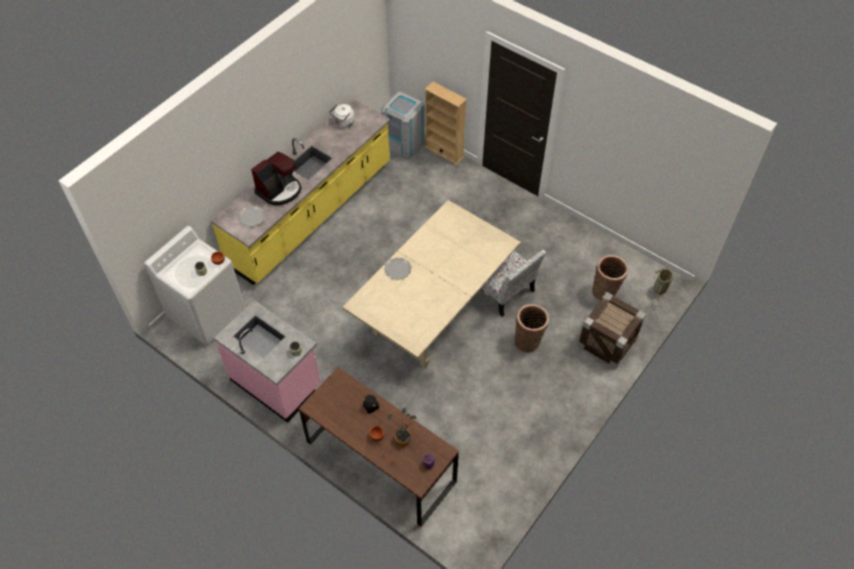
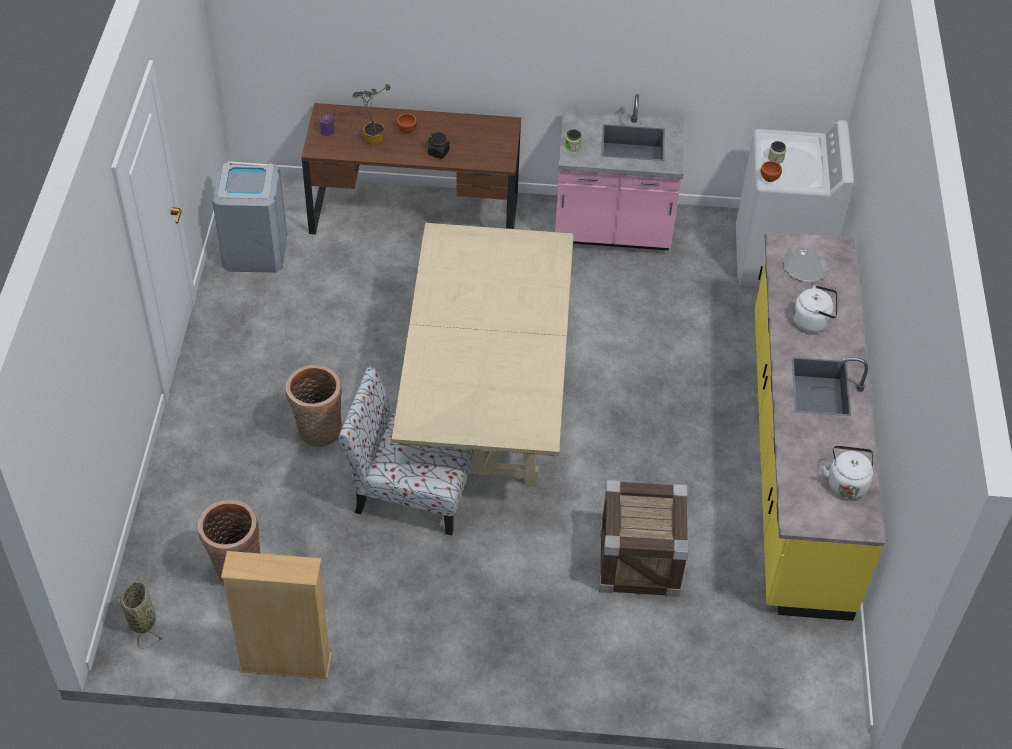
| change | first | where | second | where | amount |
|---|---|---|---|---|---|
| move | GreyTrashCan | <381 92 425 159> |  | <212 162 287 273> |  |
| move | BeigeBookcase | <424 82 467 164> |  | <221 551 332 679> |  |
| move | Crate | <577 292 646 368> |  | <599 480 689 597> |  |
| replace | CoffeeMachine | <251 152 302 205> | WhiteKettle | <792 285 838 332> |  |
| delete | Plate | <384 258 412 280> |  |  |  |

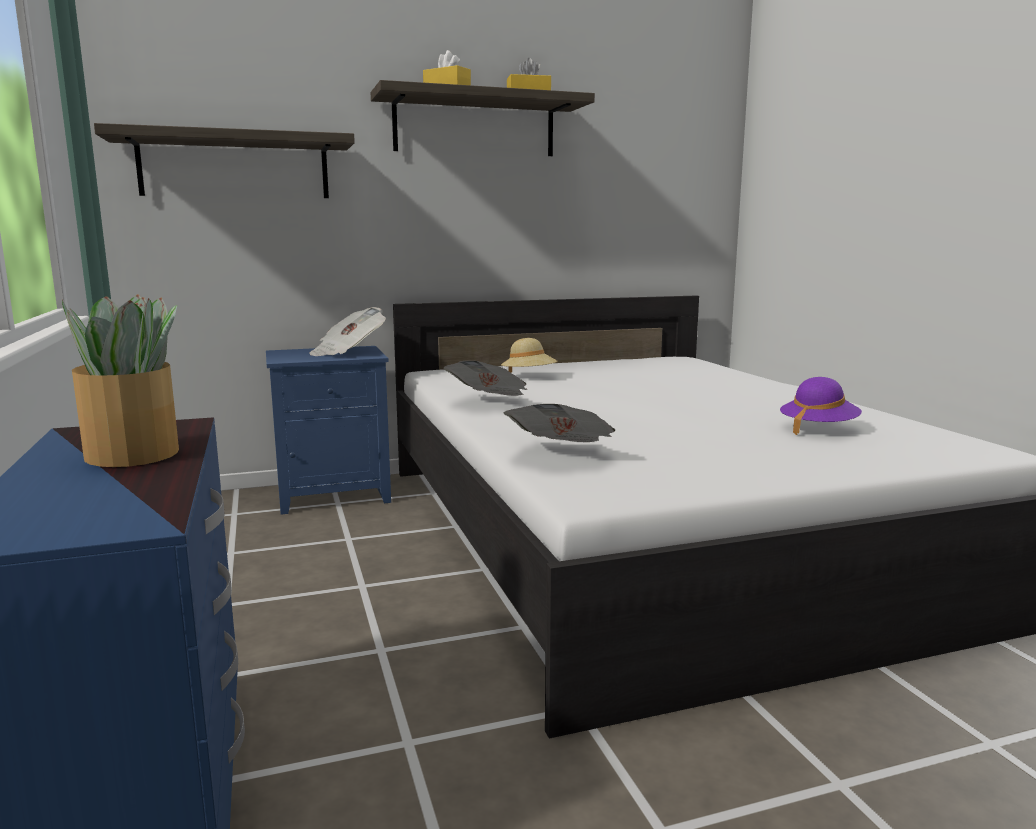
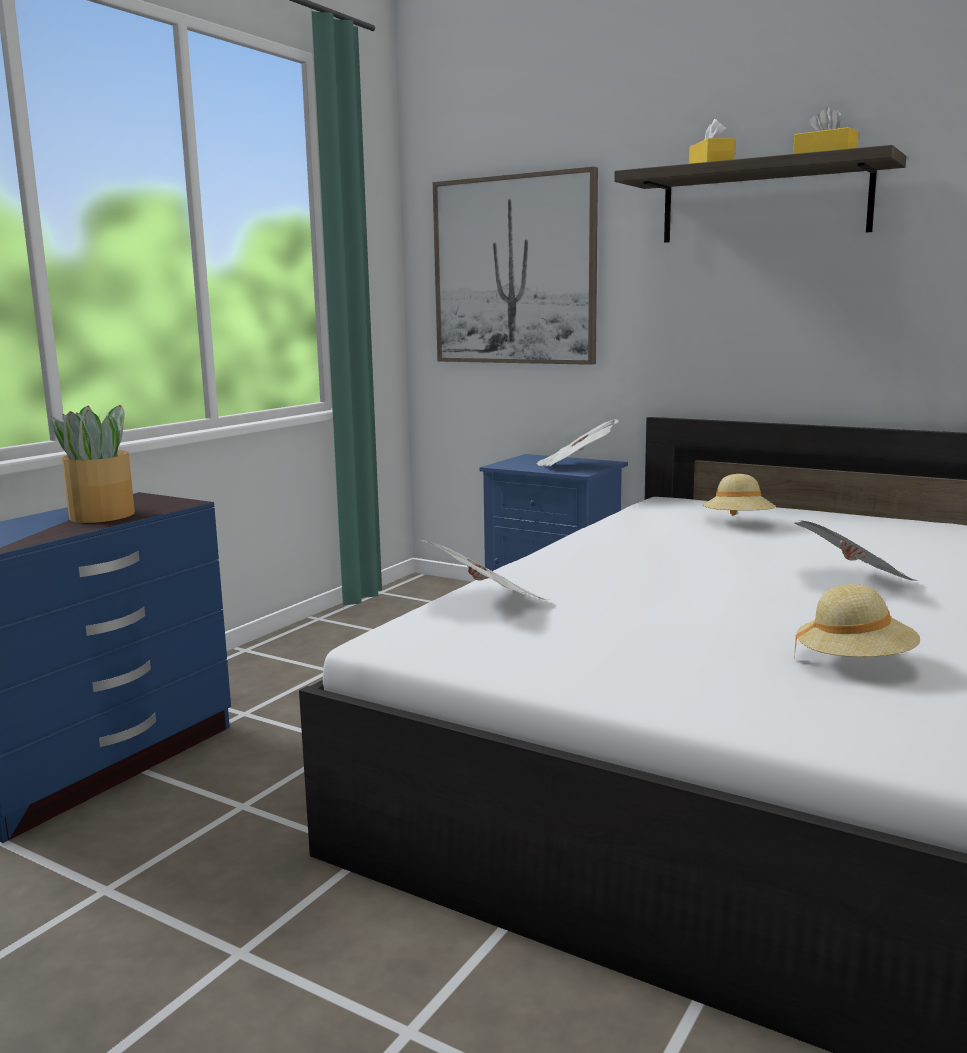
| change | first | where | second | where | amount |
|---|---|---|---|---|---|
| replace | Shelf | <94 123 355 198> | Picture | <433 167 598 365> |  |
| recolor | PurpleHat | <780 377 862 435> | BeigeHat | <794 584 920 657> |  |
| move | Newspaper | <444 360 527 396> |  | <795 520 918 581> |  |

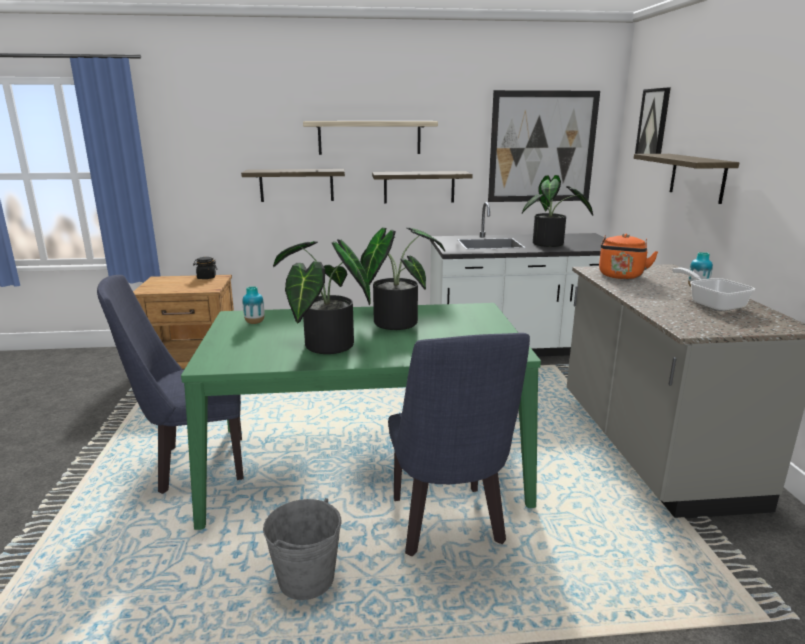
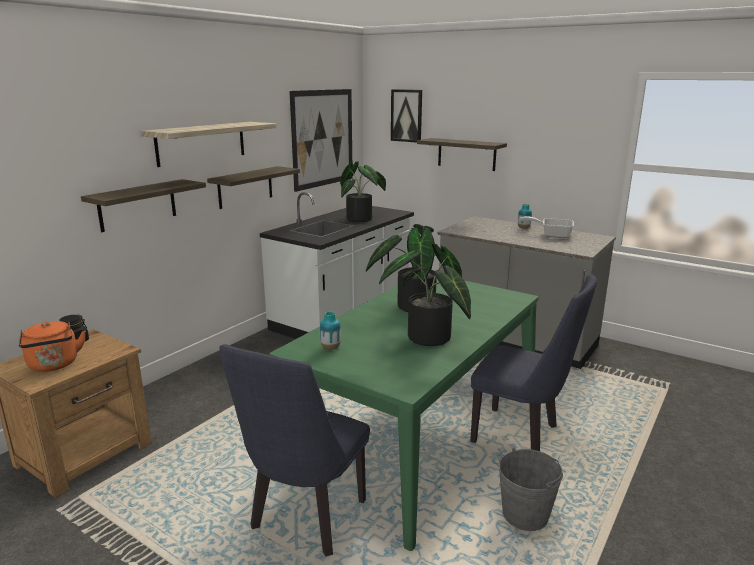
| change | first | where | second | where | amount |
|---|---|---|---|---|---|
| move | OrangeKettle | <599 234 659 279> |  | <19 321 86 372> |  |

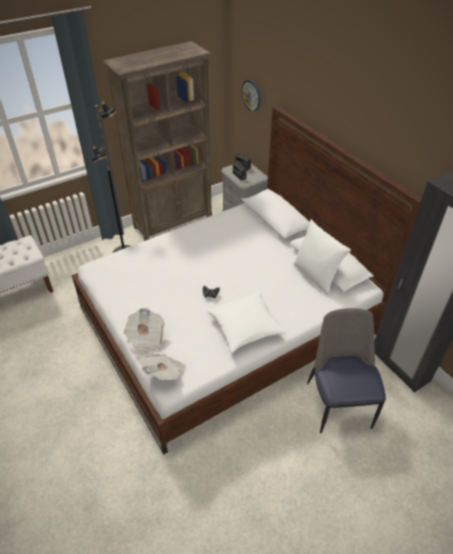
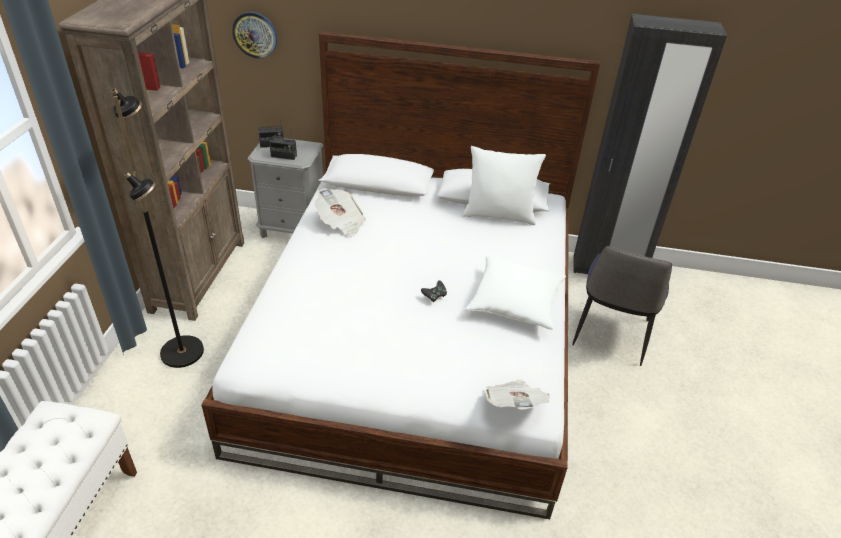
| change | first | where | second | where | amount |
|---|---|---|---|---|---|
| move | Newspaper | <124 308 165 357> |  | <314 188 366 236> |  |
| rotate | Chair | <307 308 386 433> |  | <572 246 672 366> | 105 degrees counterclockwise |

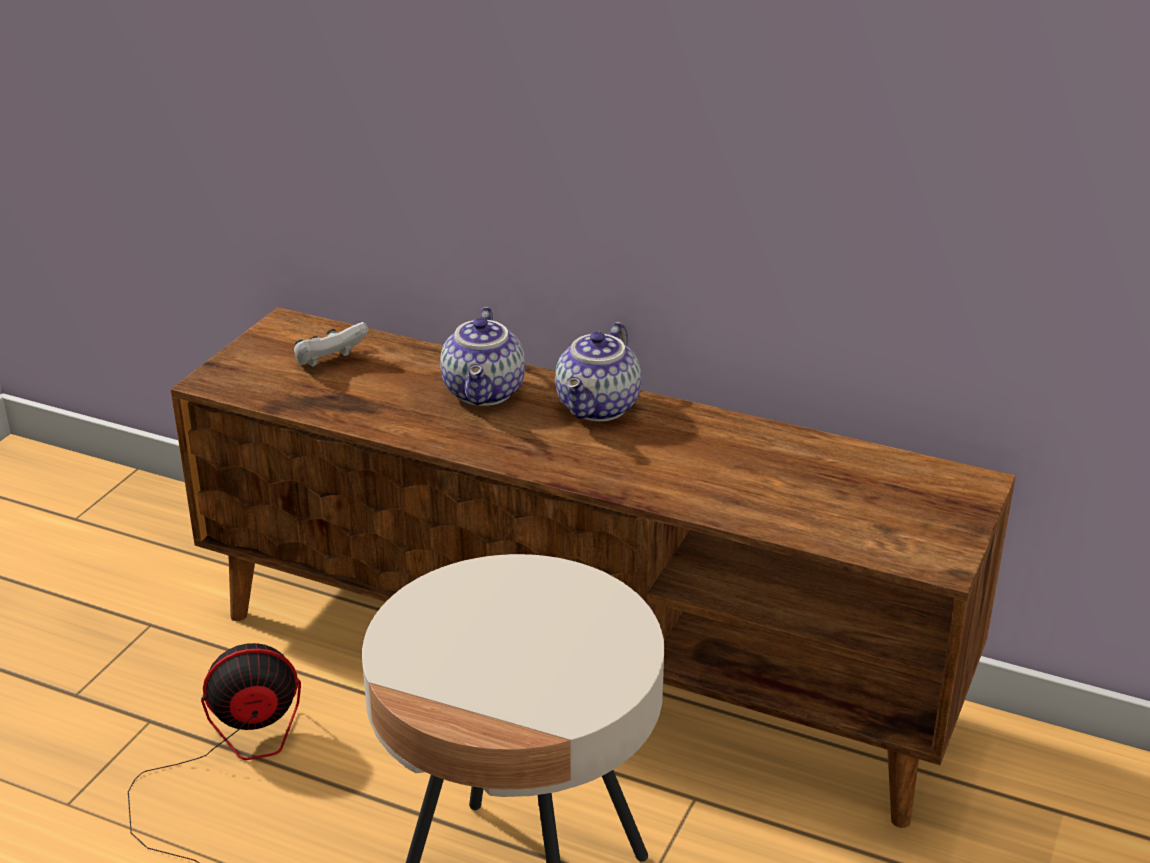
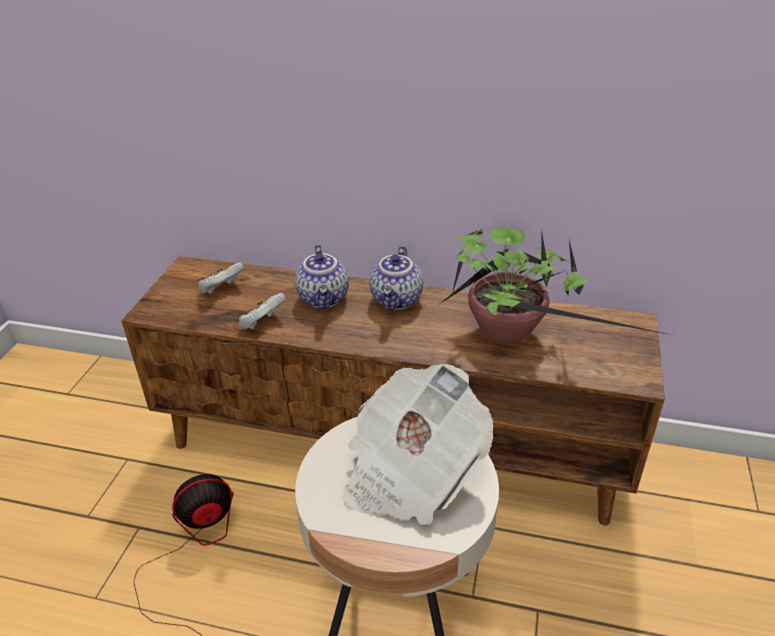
| change | first | where | second | where | amount |
|---|---|---|---|---|---|
| insert |  |  | WhiteGameController | <238 293 286 329> |  |
| insert |  |  | Newspaper | <343 364 493 525> |  |
| insert |  |  | PottedPlant | <441 228 671 343> |  |

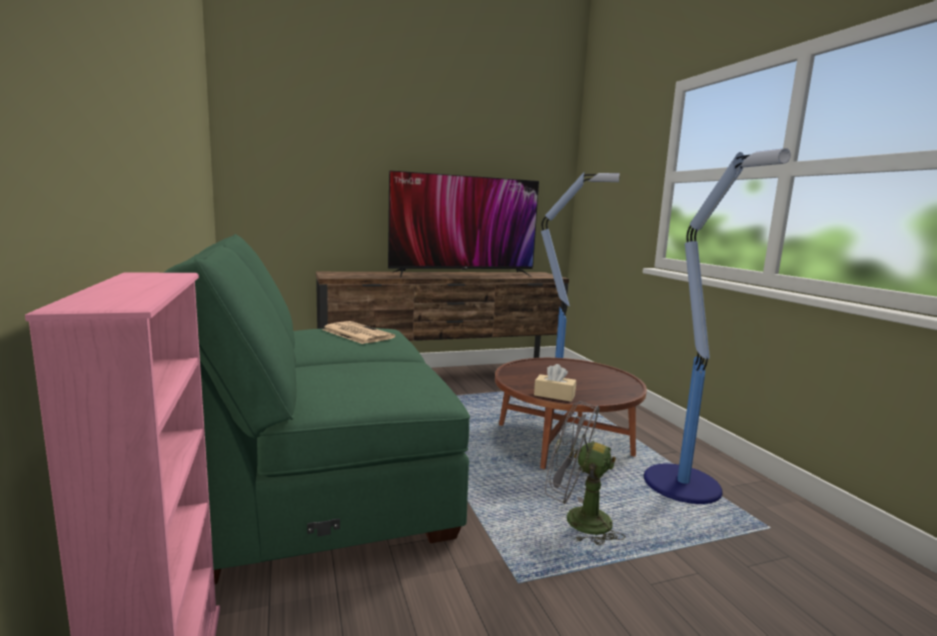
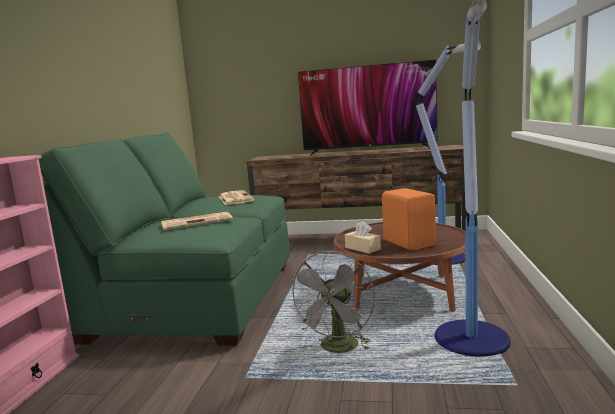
| change | first | where | second | where | amount |
|---|---|---|---|---|---|
| insert |  |  | Newspaper | <161 212 233 230> |  |
| rotate | GreyFan | <545 401 625 546> |  | <289 250 375 353> | 120 degrees counterclockwise |
| insert |  |  | OrangeSpeaker | <382 188 436 250> |  |

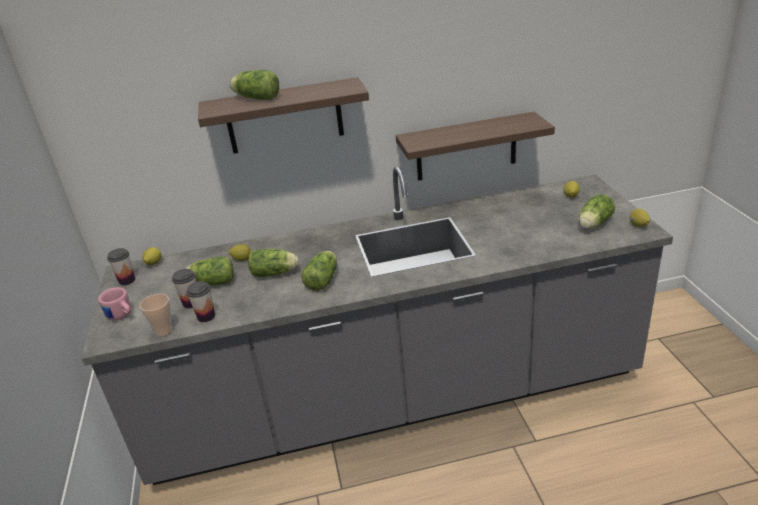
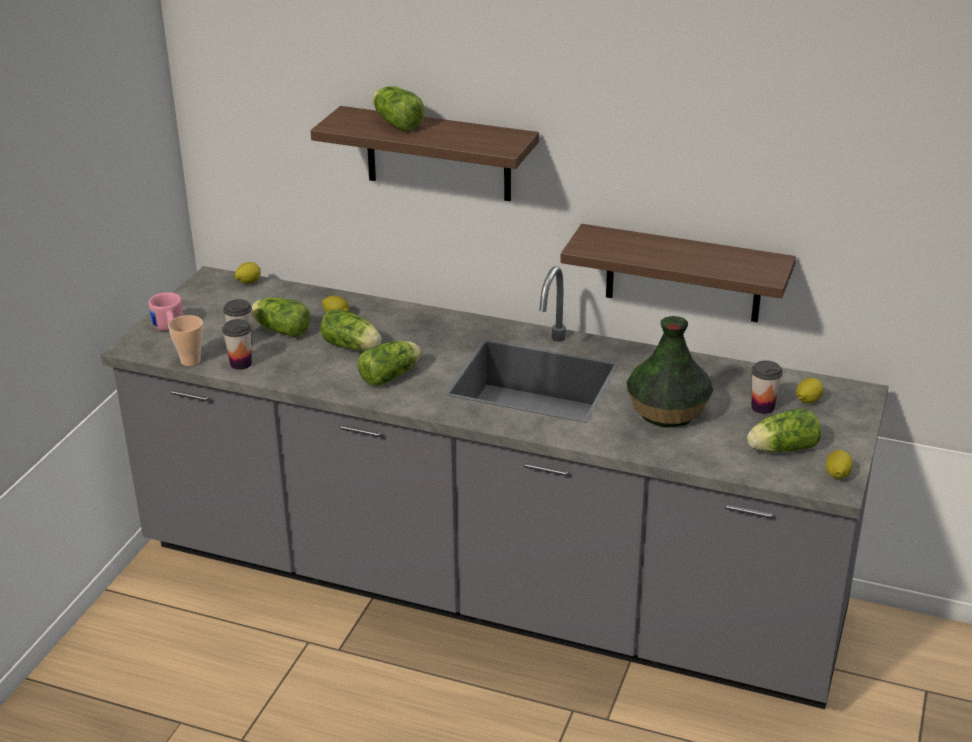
| change | first | where | second | where | amount |
|---|---|---|---|---|---|
| insert |  |  | Vase | <626 316 713 428> |  |
| move | Cup | <107 248 135 285> |  | <751 360 783 414> |  |

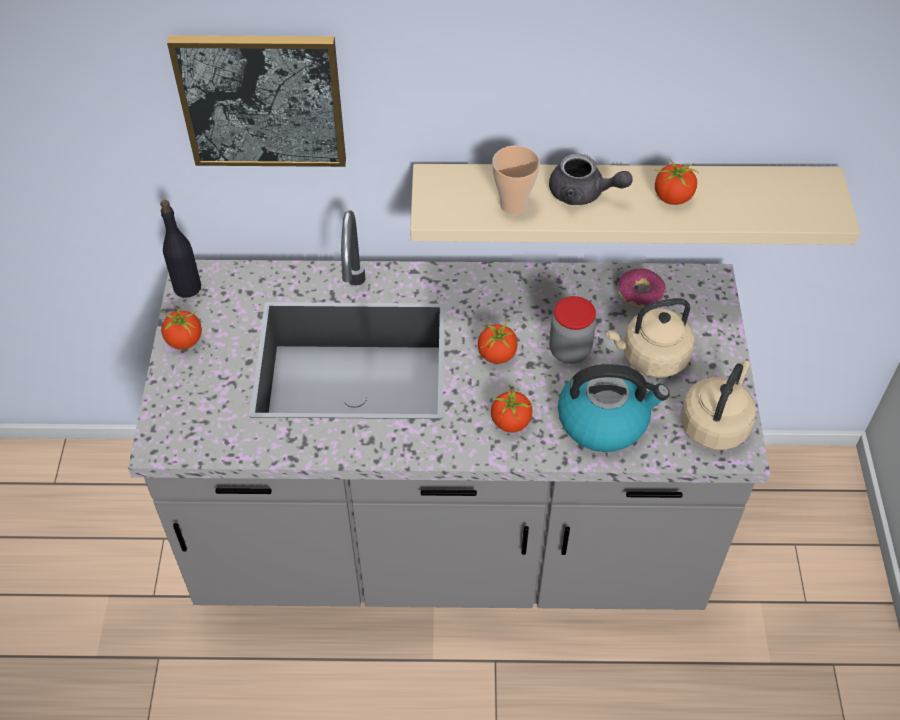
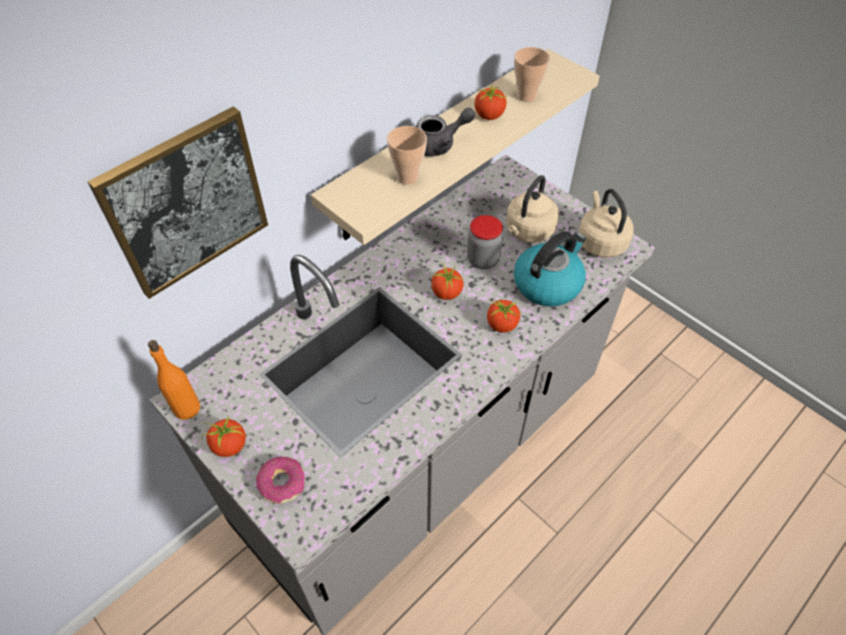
| change | first | where | second | where | amount |
|---|---|---|---|---|---|
| recolor | BlackBottle | <160 200 201 298> | OrangeBottle | <148 340 200 420> |  |
| move | Donut | <618 268 666 310> |  | <256 457 305 504> |  |
| insert |  |  | Cup | <514 47 550 102> |  |

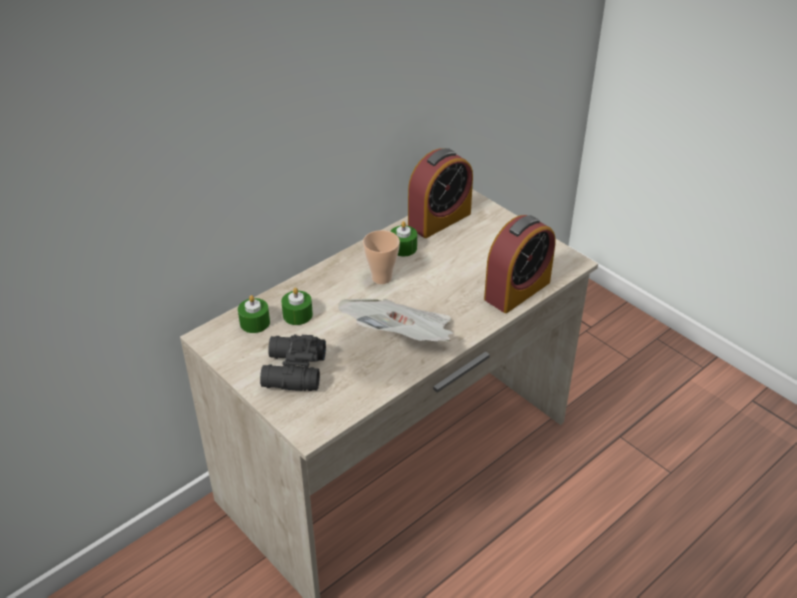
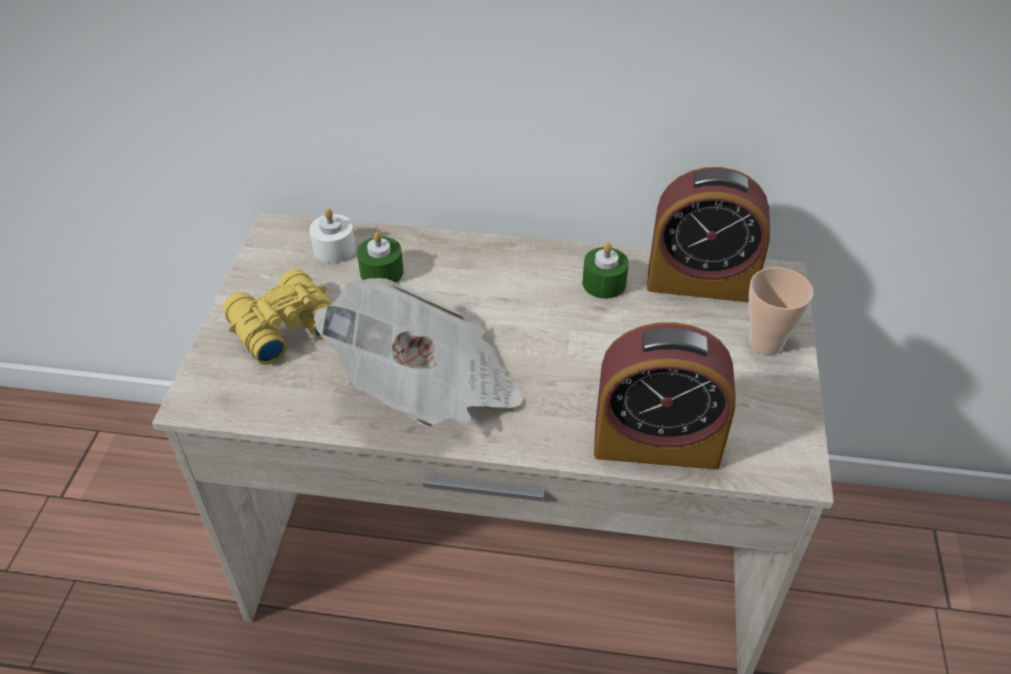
| change | first | where | second | where | amount |
|---|---|---|---|---|---|
| recolor | BlackBinoculars | <260 334 326 391> | YellowBinoculars | <223 269 332 365> |  |
| recolor | GreenCandle | <238 295 270 333> | WhiteCandle | <309 209 356 263> |  |
| move | Cup | <363 230 400 284> |  | <749 267 814 355> |  |

